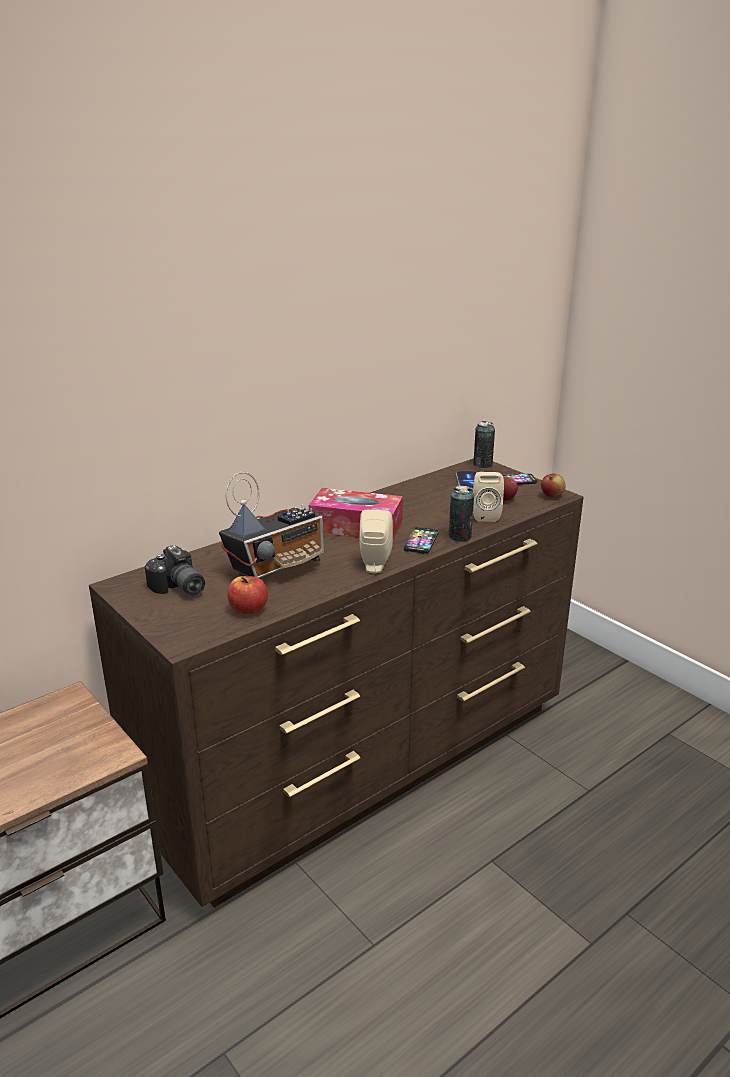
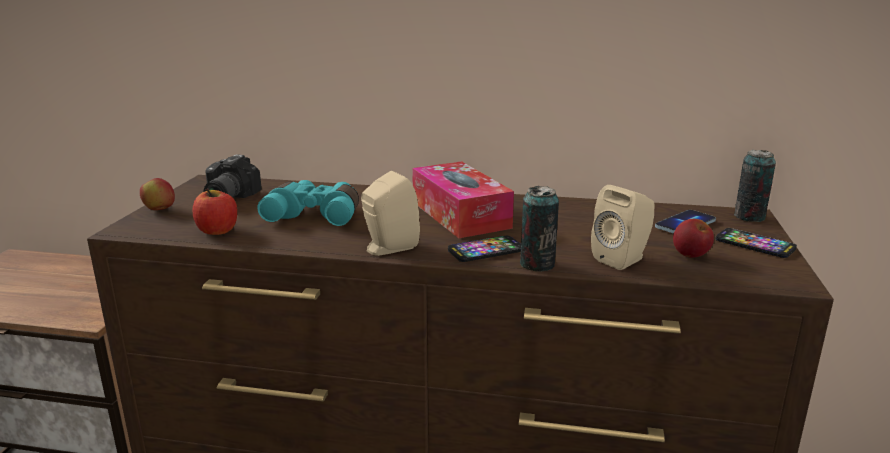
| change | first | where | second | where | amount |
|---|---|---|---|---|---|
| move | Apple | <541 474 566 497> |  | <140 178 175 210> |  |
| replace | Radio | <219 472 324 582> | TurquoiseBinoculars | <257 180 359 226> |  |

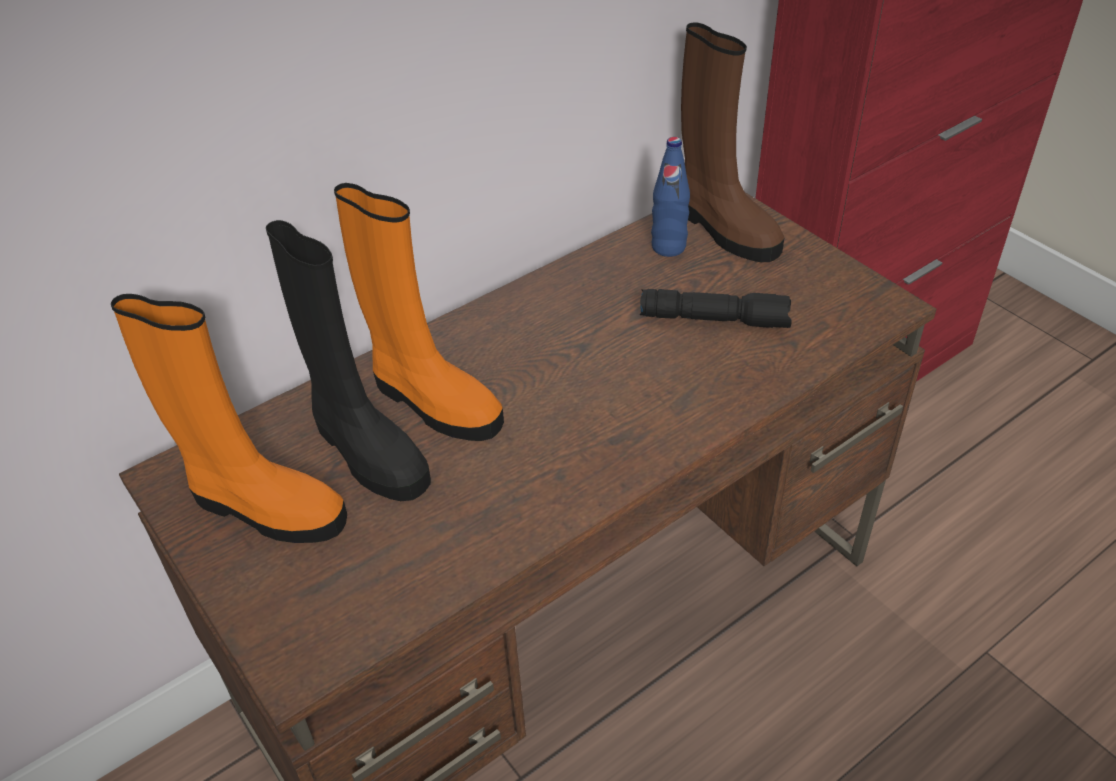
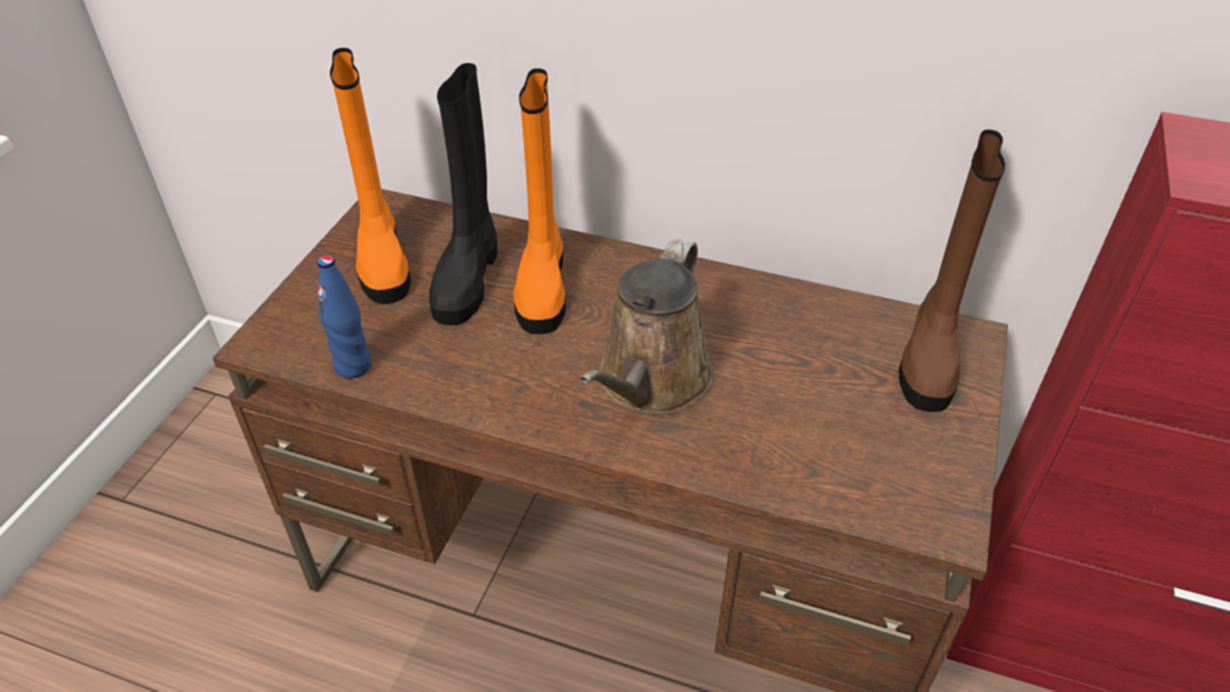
| change | first | where | second | where | amount |
|---|---|---|---|---|---|
| move | BlueBottle | <651 137 690 257> |  | <317 255 371 379> |  |
| insert |  |  | BrownWateringCan | <580 238 713 415> |  |
| delete | BlackFlashlight | <640 289 792 328> |  |  |  |

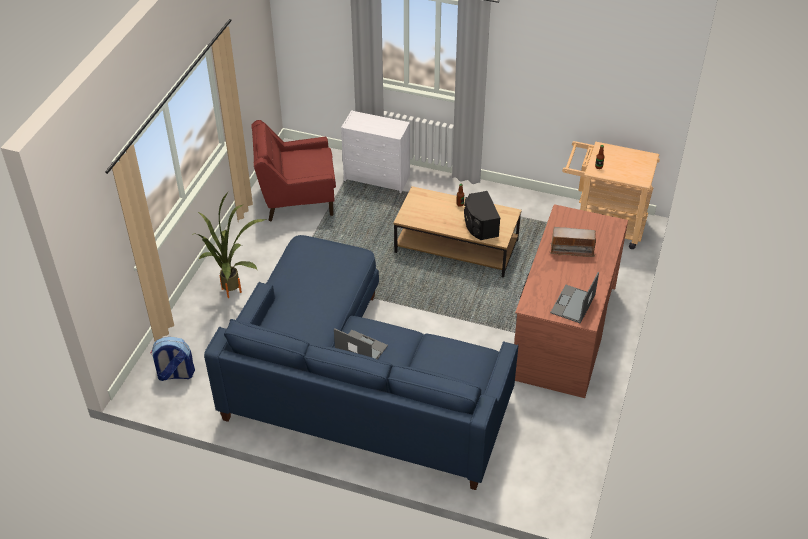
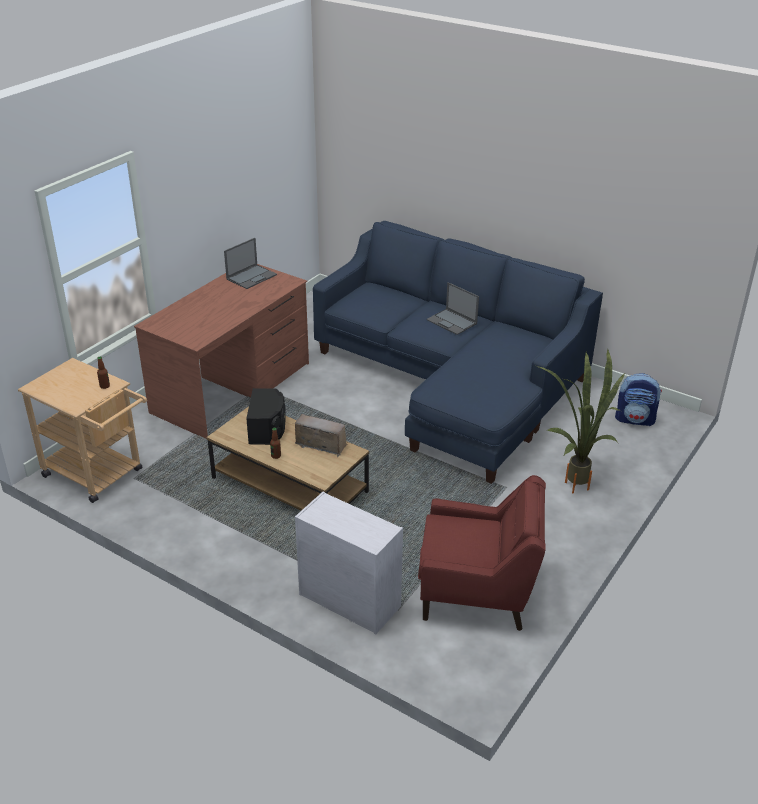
| change | first | where | second | where | amount |
|---|---|---|---|---|---|
| move | Radio | <550 227 596 257> |  | <292 414 347 457> |  |

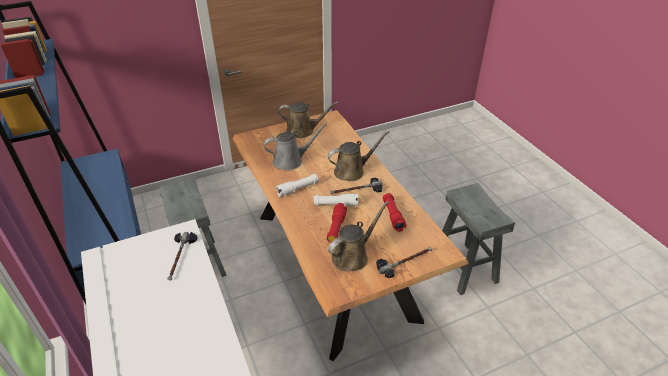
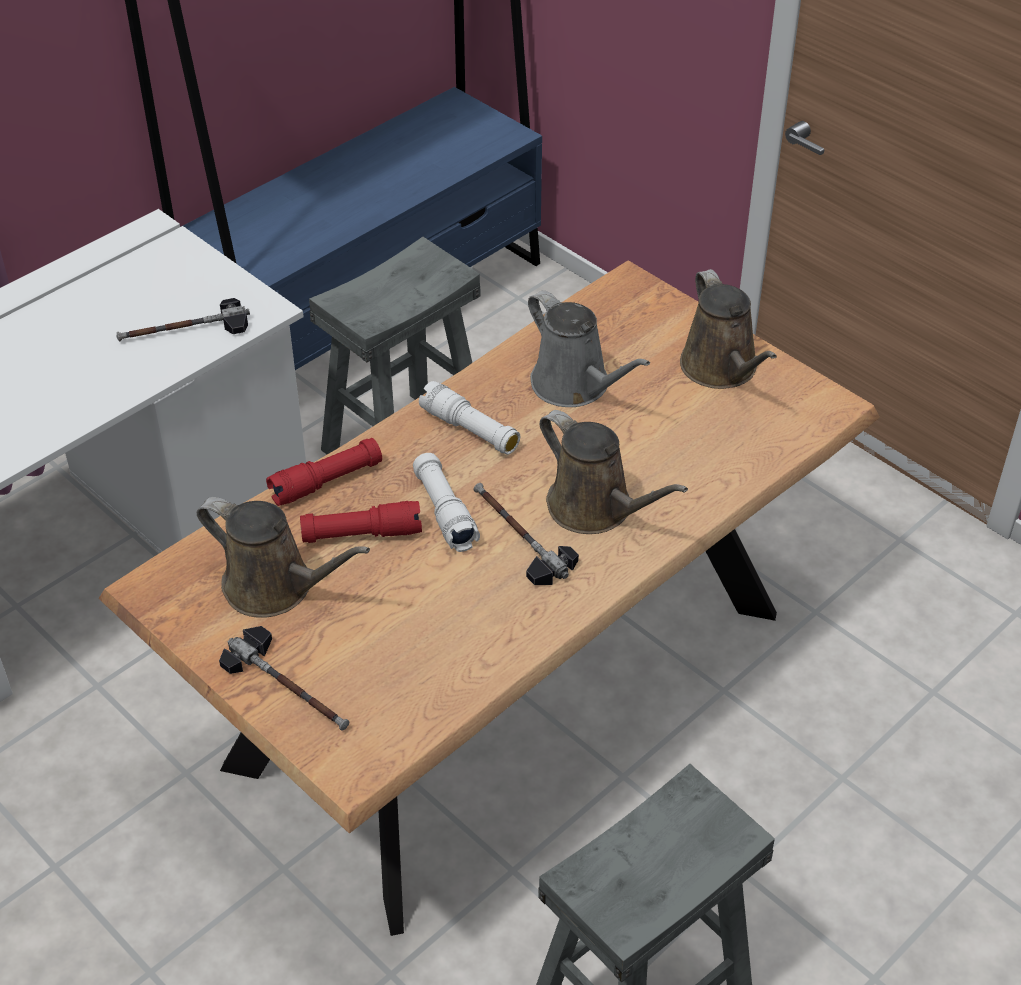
| change | first | where | second | where | amount |
|---|---|---|---|---|---|
| move | RedFlashlight | <383 193 407 232> |  | <266 438 382 506> |  |

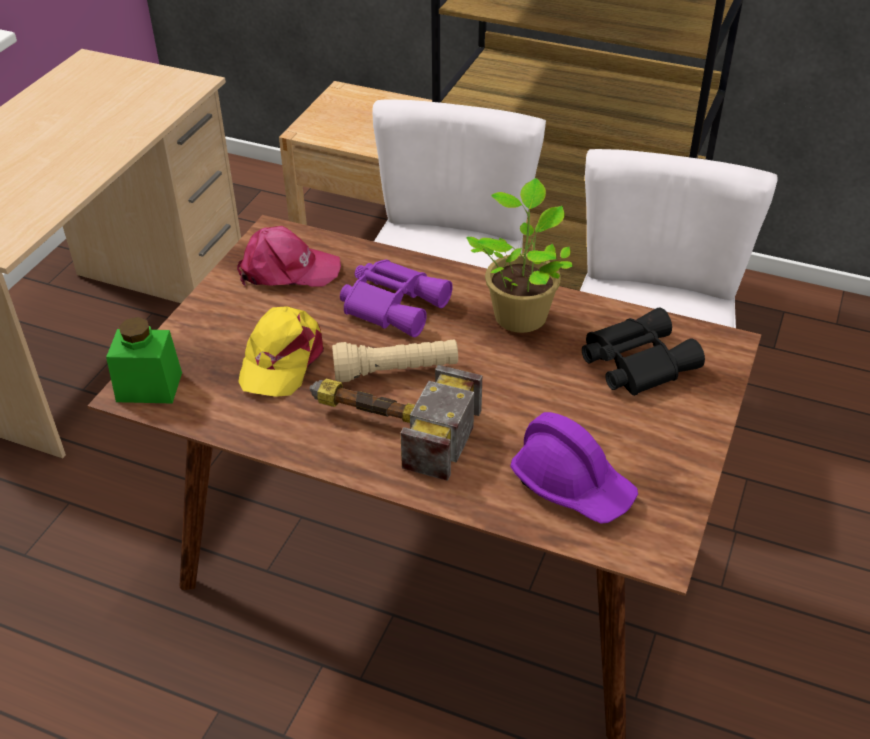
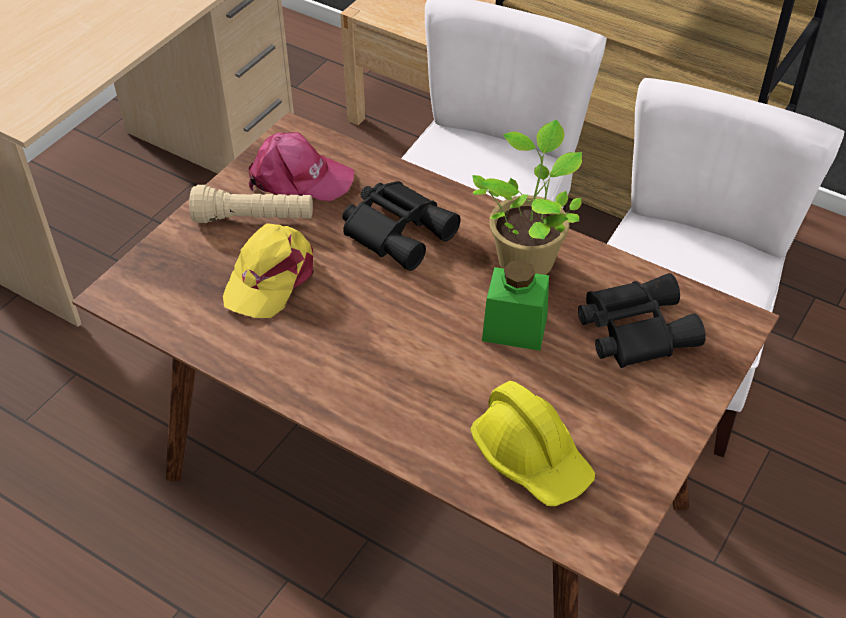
| change | first | where | second | where | amount |
|---|---|---|---|---|---|
| move | BeigeFlashlight | <332 339 458 382> |  | <189 185 313 223> |  |
| recolor | PurpleBinoculars | <340 259 453 337> | BlackBinoculars | <342 181 461 271> |  |
| recolor | PurpleHardHat | <510 412 638 524> | YellowHardHat | <470 381 596 506> |  |
| move | GreenJar | <106 317 182 404> |  | <482 260 549 351> |  |
| delete | Hammer | <309 365 482 481> |  |  |  |

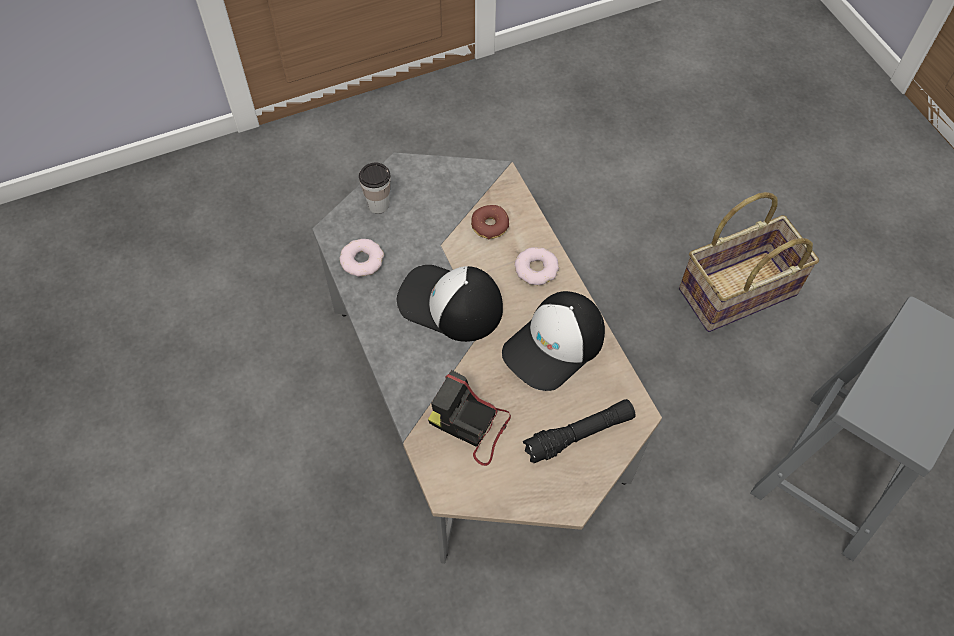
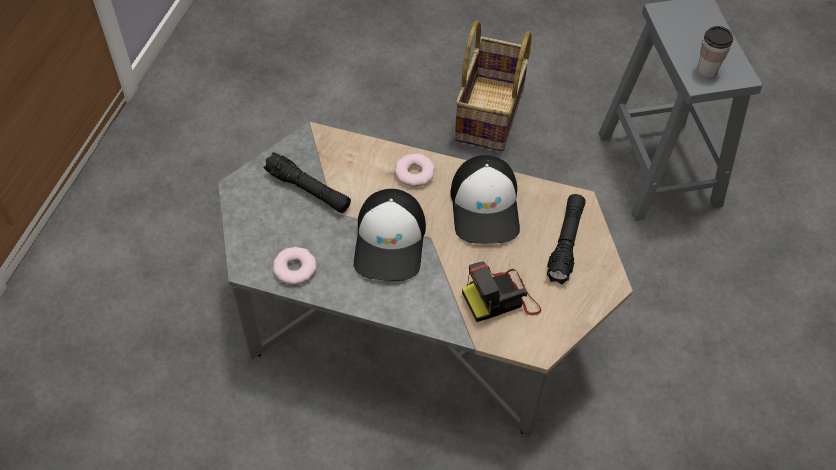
| change | first | where | second | where | amount |
|---|---|---|---|---|---|
| insert |  |  | BlackFlashlight | <264 152 351 213> |  |
| rotate | Cap | <397 265 503 342> |  | <354 189 426 281> | 60 degrees counterclockwise |
| move | Cup | <359 163 390 214> |  | <697 26 733 77> |  |
| delete | Donut | <471 205 509 239> |  |  |  |

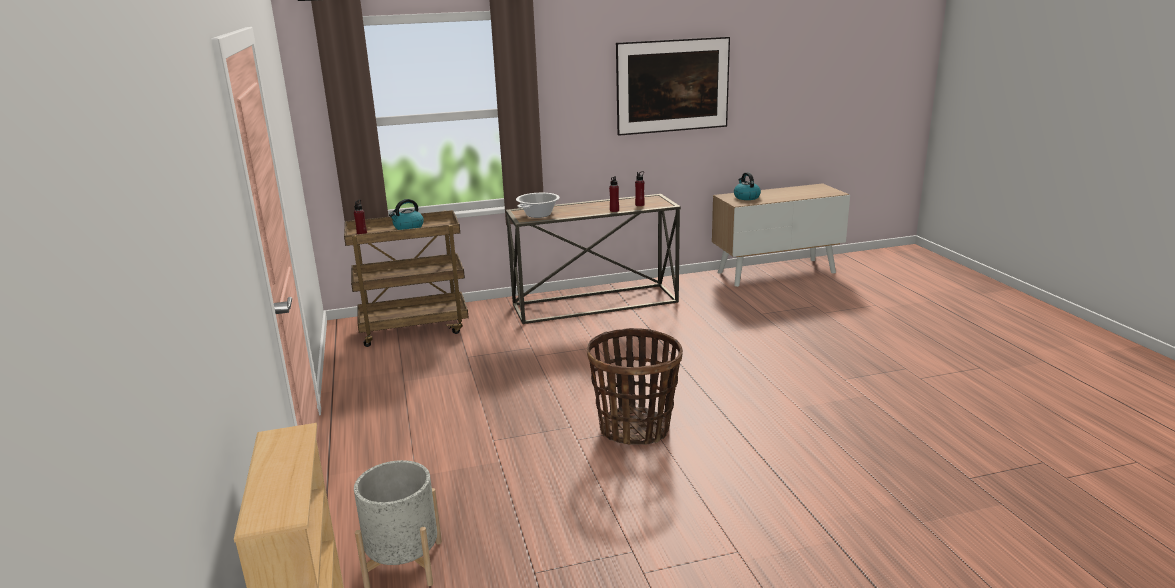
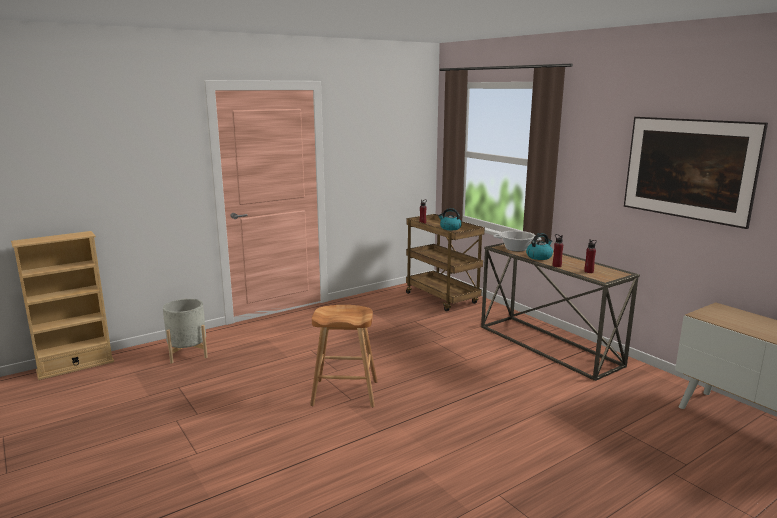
| change | first | where | second | where | amount |
|---|---|---|---|---|---|
| replace | Basket | <587 328 683 445> | BrownStool | <310 305 377 407> |  |
| move | Kettle | <734 172 761 200> |  | <526 233 553 260> |  |

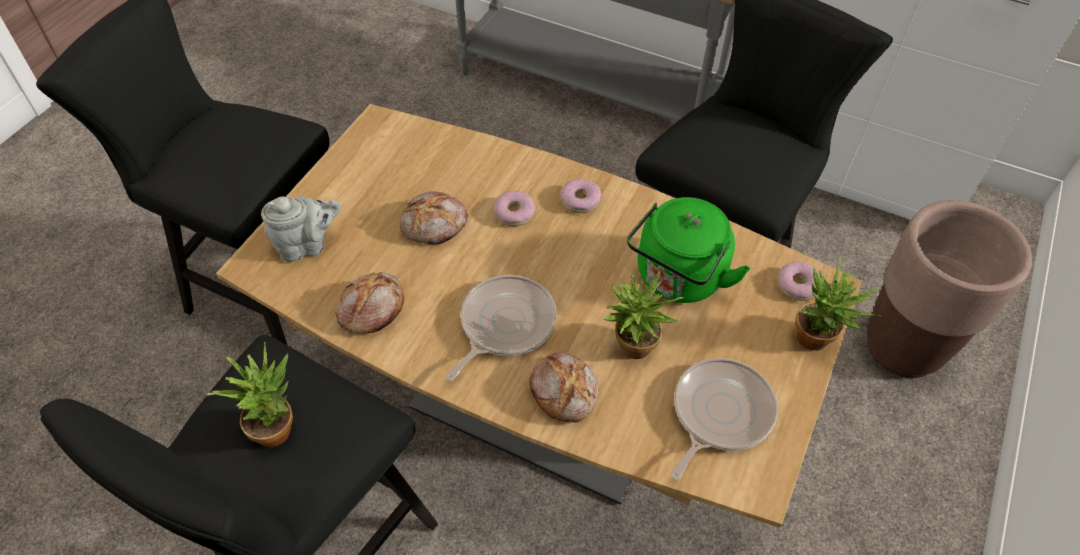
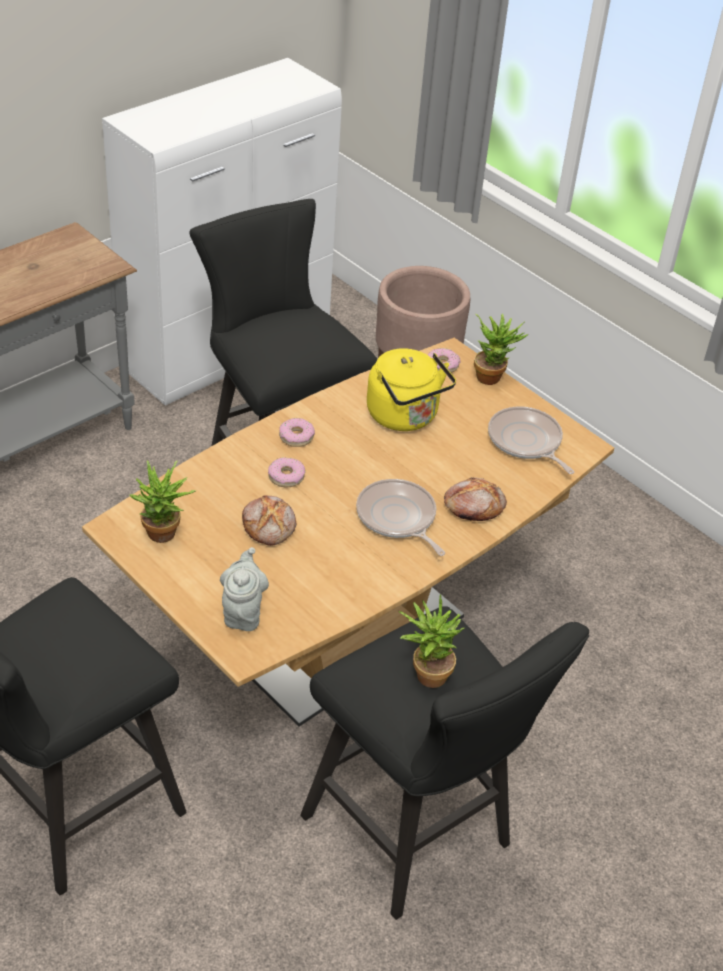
| change | first | where | second | where | amount |
|---|---|---|---|---|---|
| move | PottedPlant | <603 270 683 359> |  | <130 460 196 543> |  |
| recolor | GreenKettle | <627 197 750 303> | YellowKettle | <367 348 456 431> |  |
| delete | Bread | <336 272 404 334> |  |  |  |

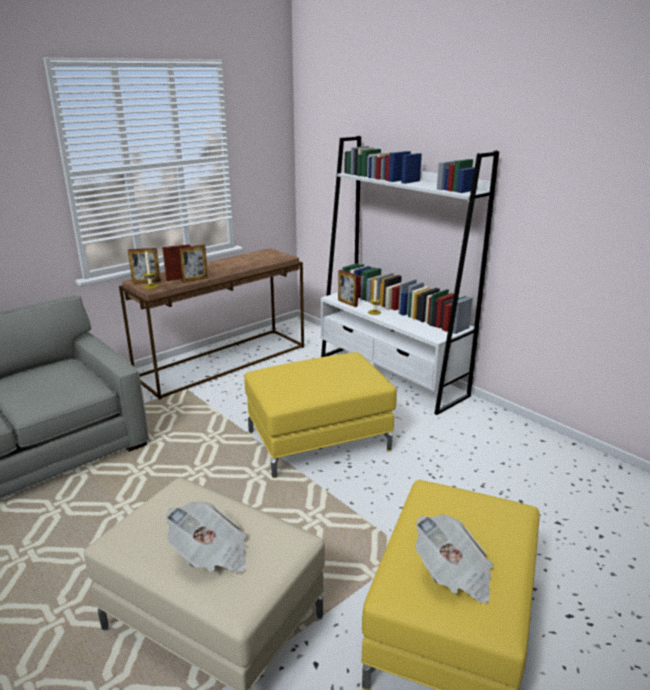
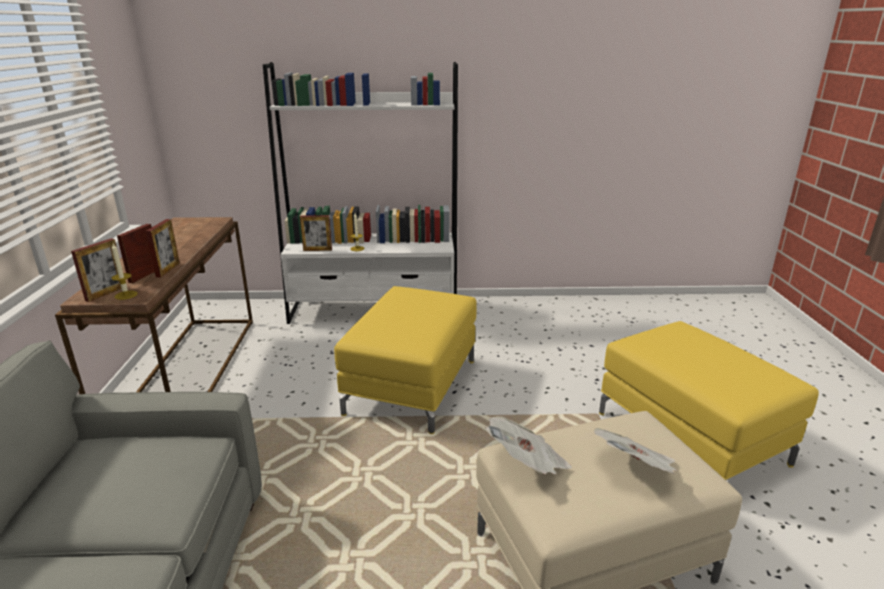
| change | first | where | second | where | amount |
|---|---|---|---|---|---|
| move | Newspaper | <415 514 493 604> |  | <485 416 572 474> |  |

